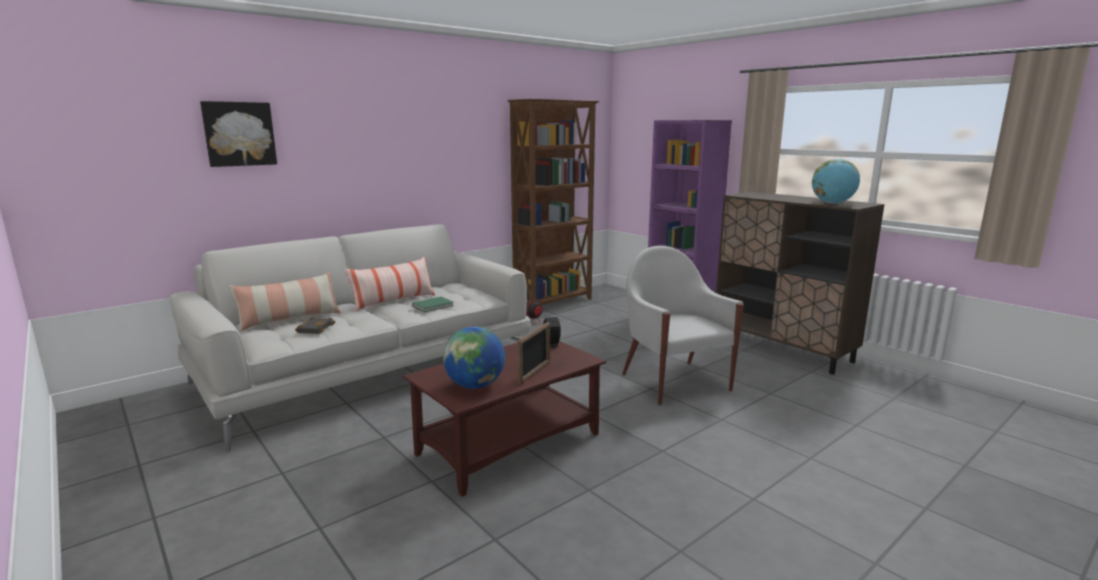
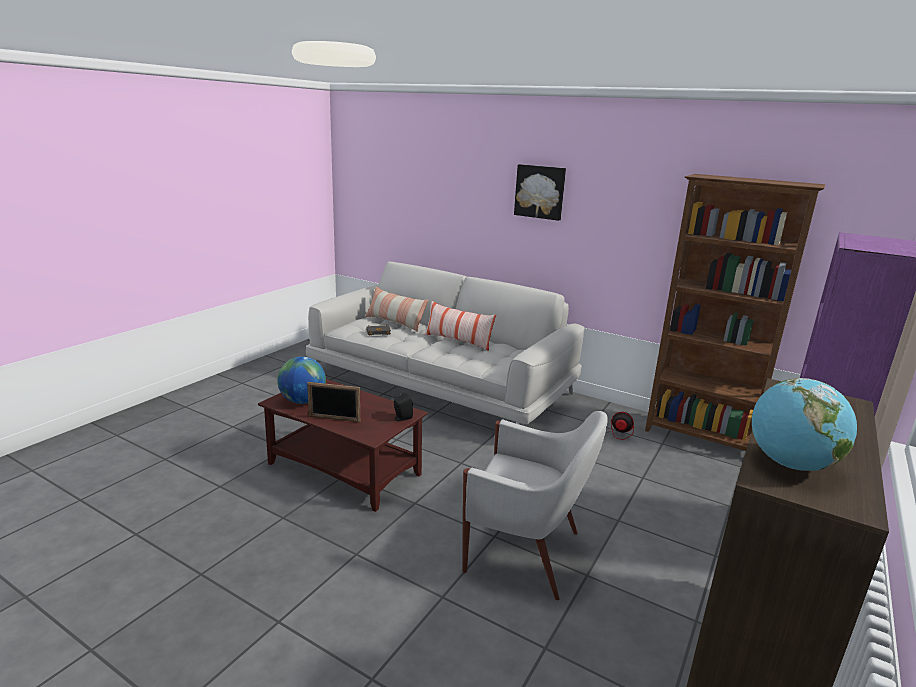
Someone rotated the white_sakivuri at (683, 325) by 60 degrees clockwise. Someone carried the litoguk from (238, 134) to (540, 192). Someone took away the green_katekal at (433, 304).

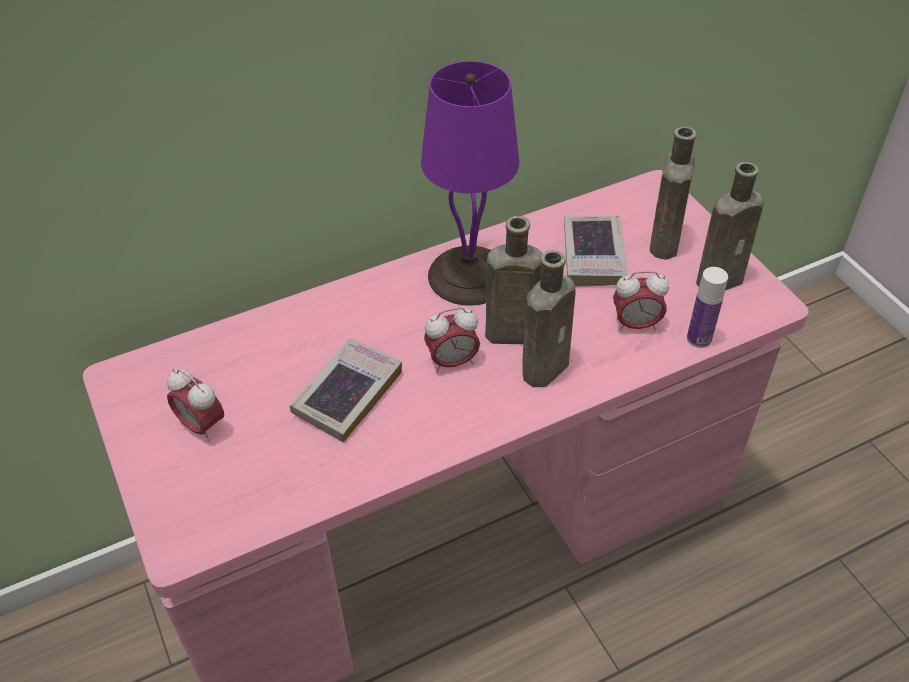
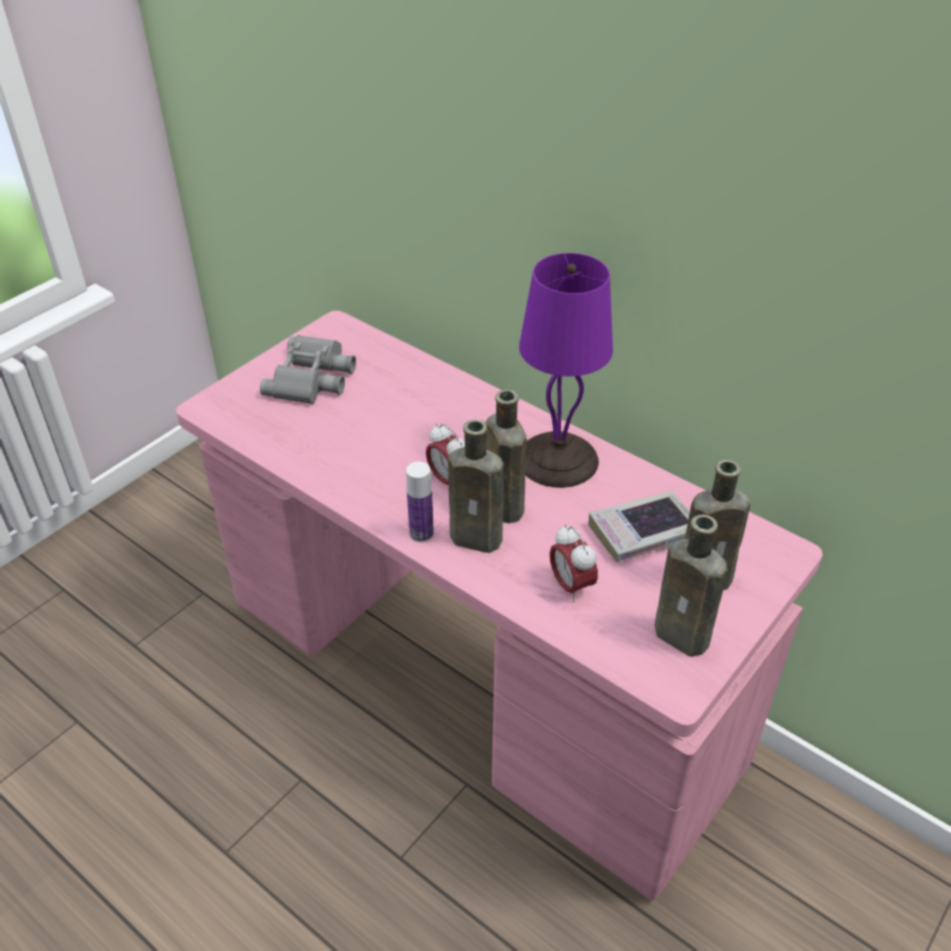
Someone swapped the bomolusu at (195, 405) for the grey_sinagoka at (308, 369). Someone carried the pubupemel from (707, 307) to (420, 502). Someone took away the katekal at (346, 390).

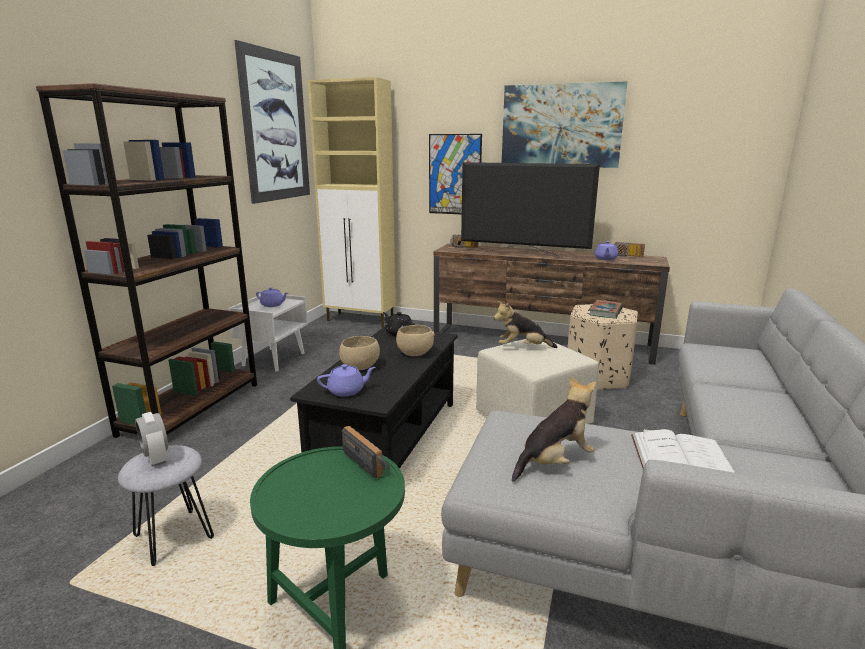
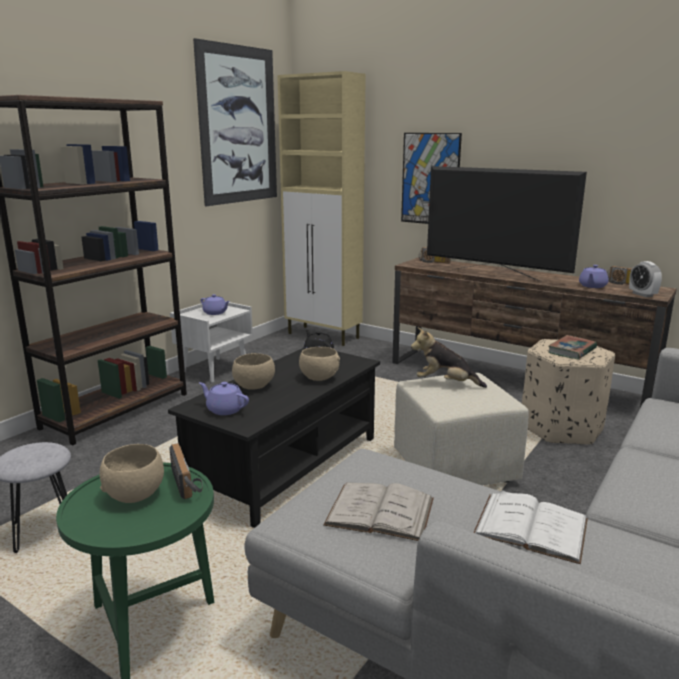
Someone put down the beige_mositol at (132, 473). Someone rotated the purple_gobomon at (346, 380) by 150 degrees counterclockwise. Someone swapped the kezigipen at (554, 429) for the white_katekal at (378, 512). Someone carried the bomolusu from (151, 439) to (645, 279). Someone took away the litoguk at (564, 124).

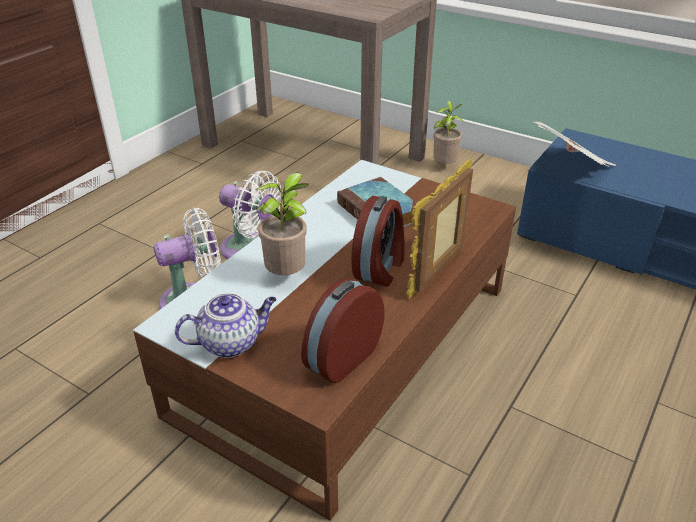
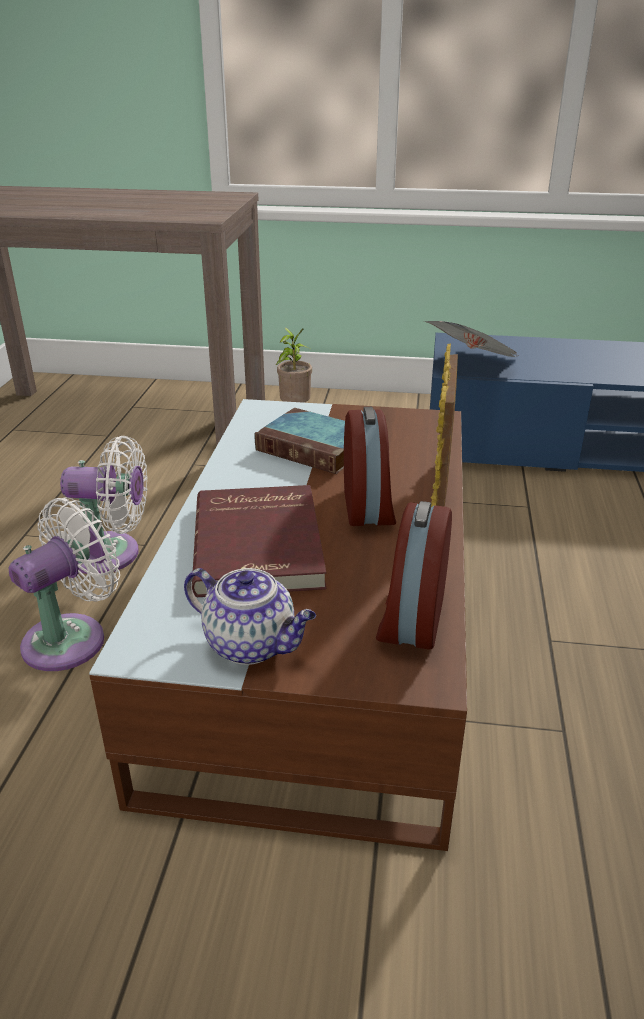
Someone rotated the gobomon at (226, 325) by 75 degrees clockwise. Someone swapped the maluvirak at (282, 223) for the red_katekal at (259, 541).

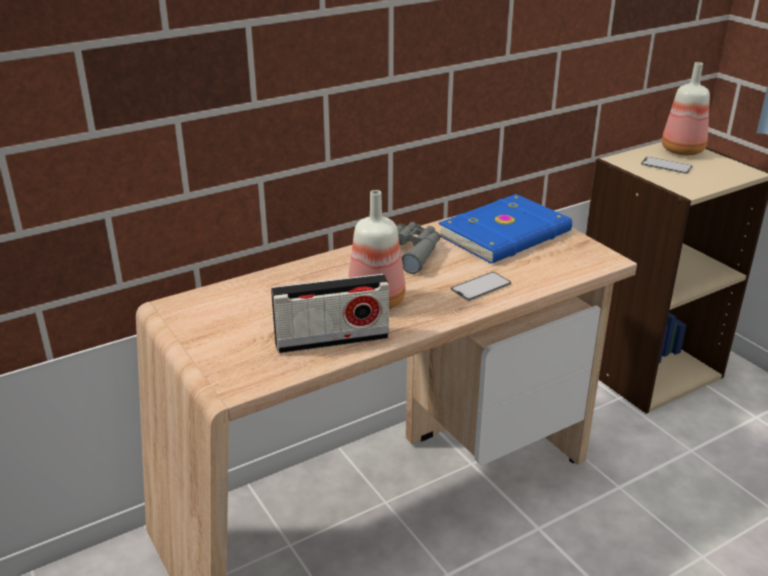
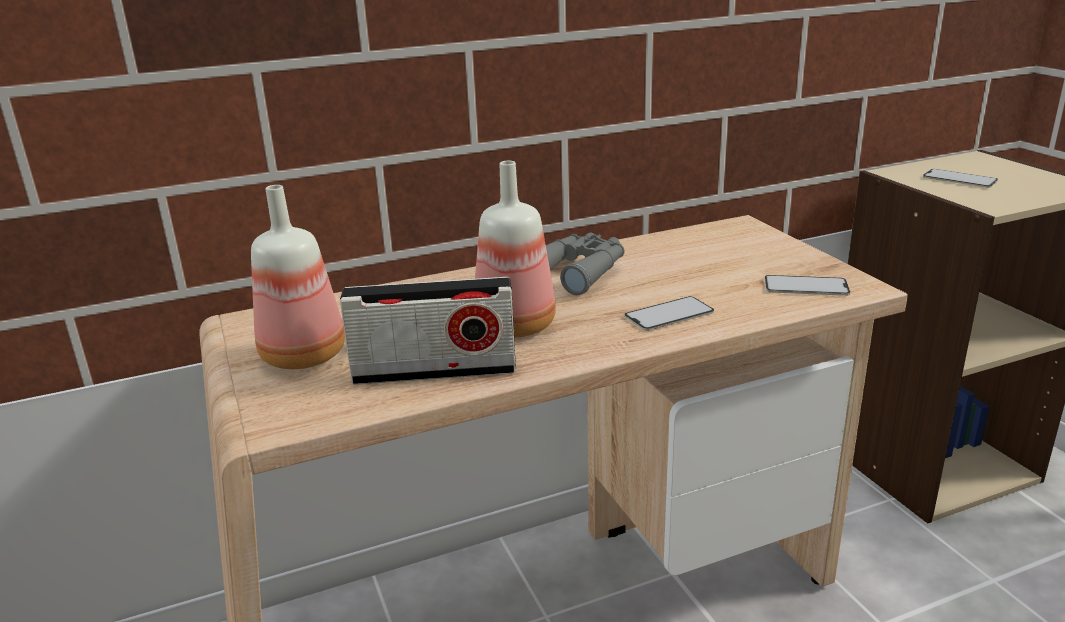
Someone carried the pubupemel from (686, 108) to (298, 277). Someone put down the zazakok at (807, 285). Someone took away the blue_katekal at (505, 229).

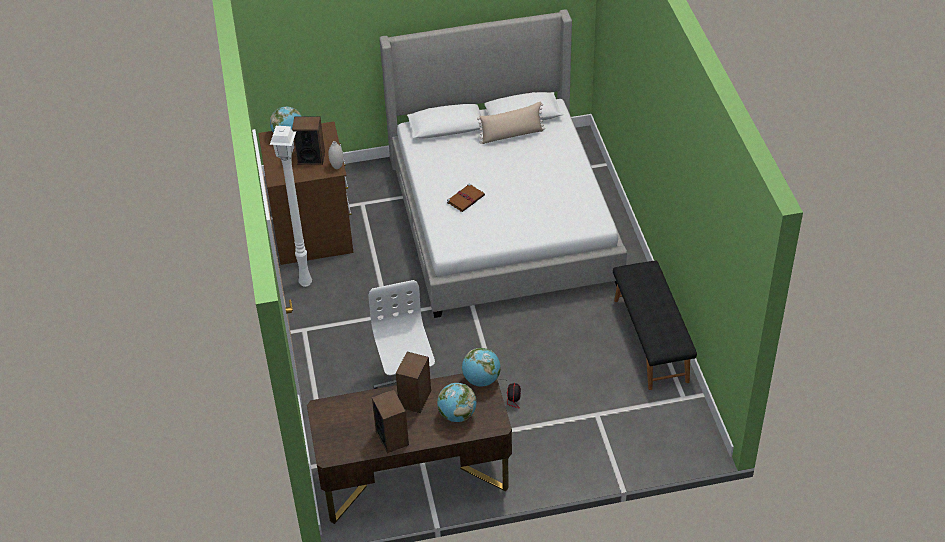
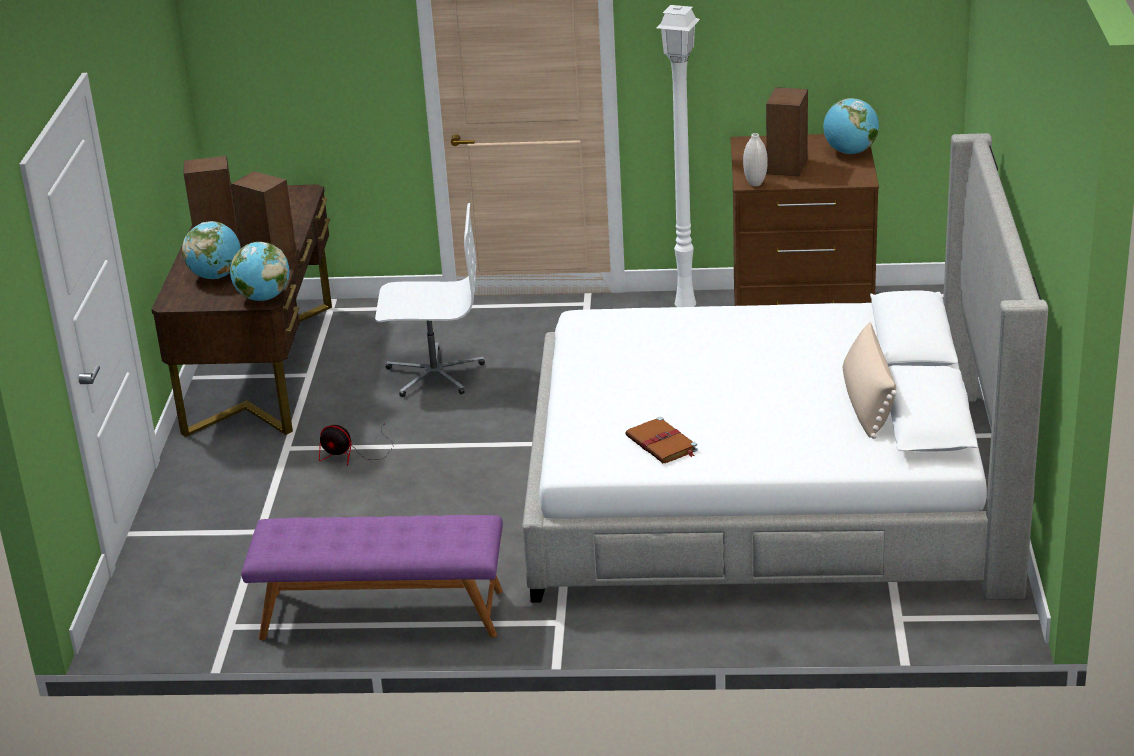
Someone repainted the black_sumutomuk at (655, 325), which became the purple_sumutomuk at (372, 577). Someone carried the brown_katekal from (466, 198) to (661, 440).

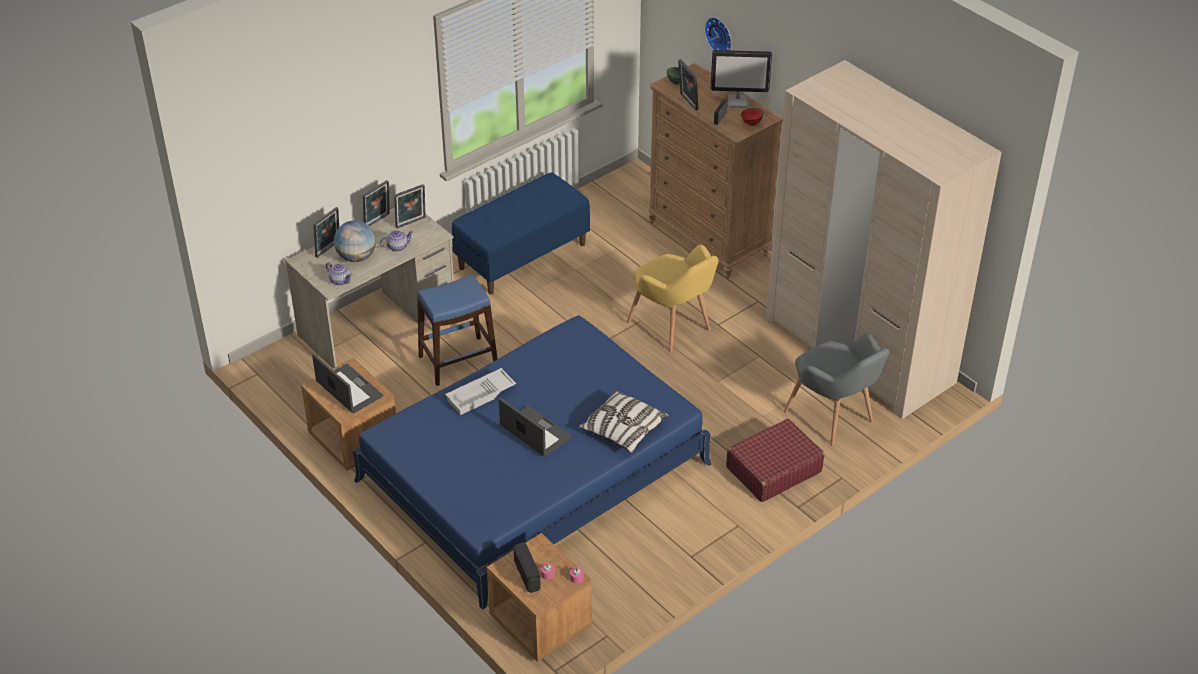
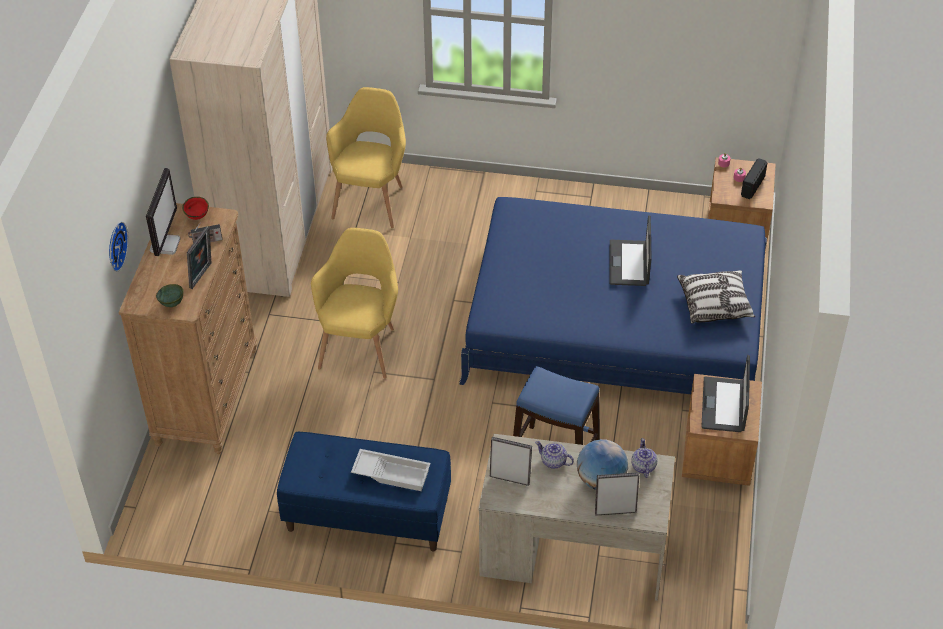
Someone rotated the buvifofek at (741, 79) by 45 degrees clockwise. Someone repainted the grey_sakivuri at (837, 389), which became the yellow_sakivuri at (366, 157). Someone carried the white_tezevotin from (480, 391) to (391, 470). Someone carried the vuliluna from (624, 422) to (716, 297). Someone took away the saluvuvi at (376, 203). Someone took away the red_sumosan at (775, 460).

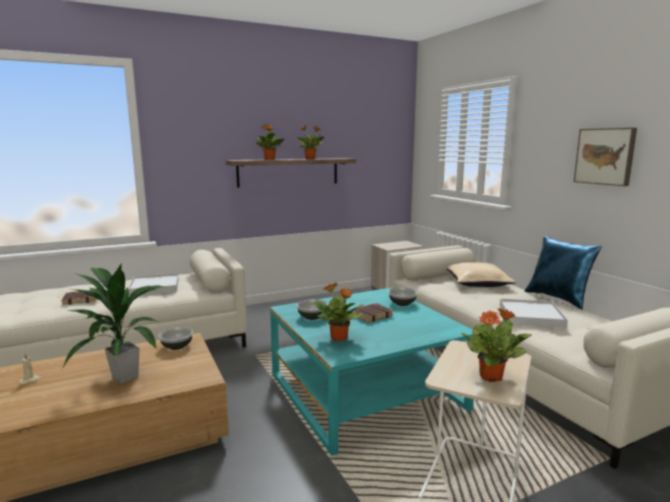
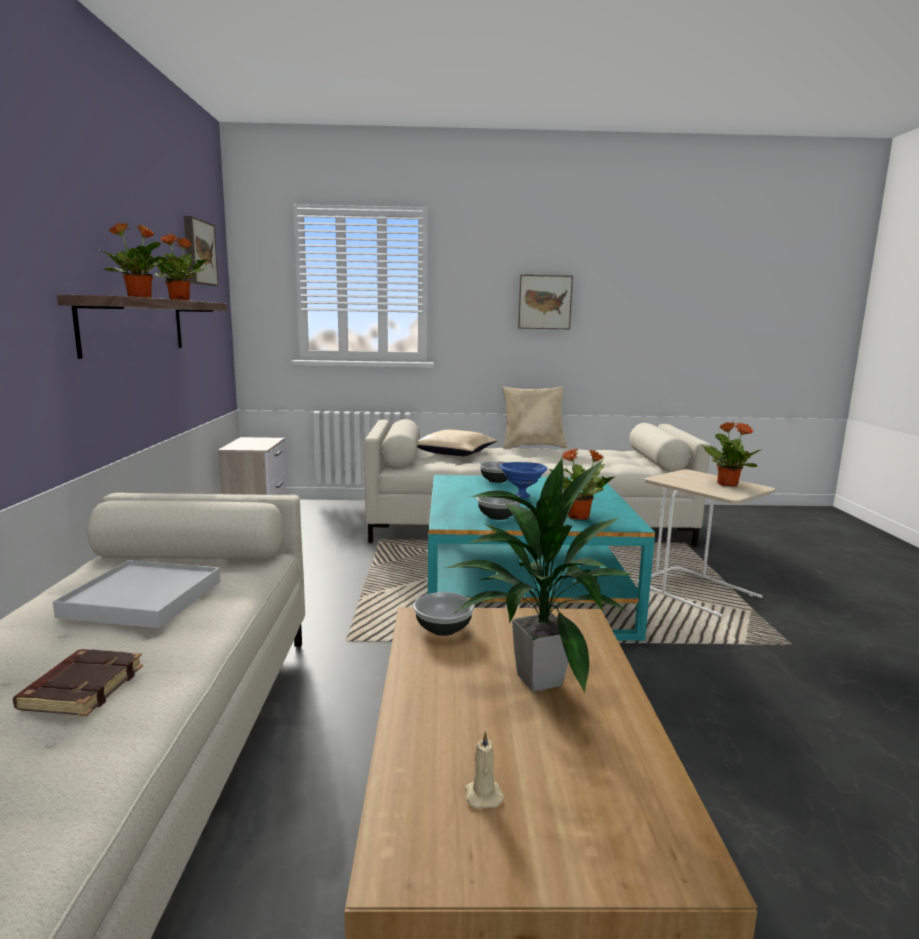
Someone put up the litoguk at (201, 251). Someone swapped the brown_katekal at (372, 313) for the blue_mositol at (523, 480). Someone repainted the blue_vuliluna at (563, 272), which became the beige_vuliluna at (534, 418). Someone took away the white_tezevotin at (534, 313).

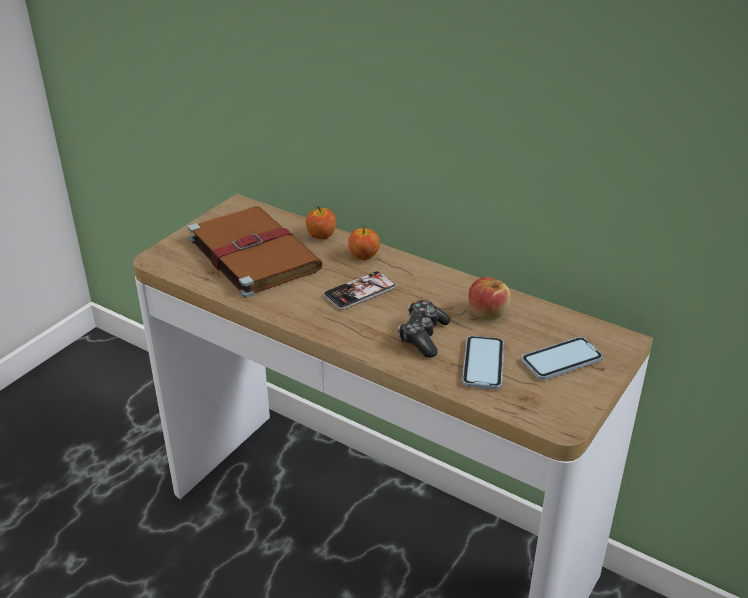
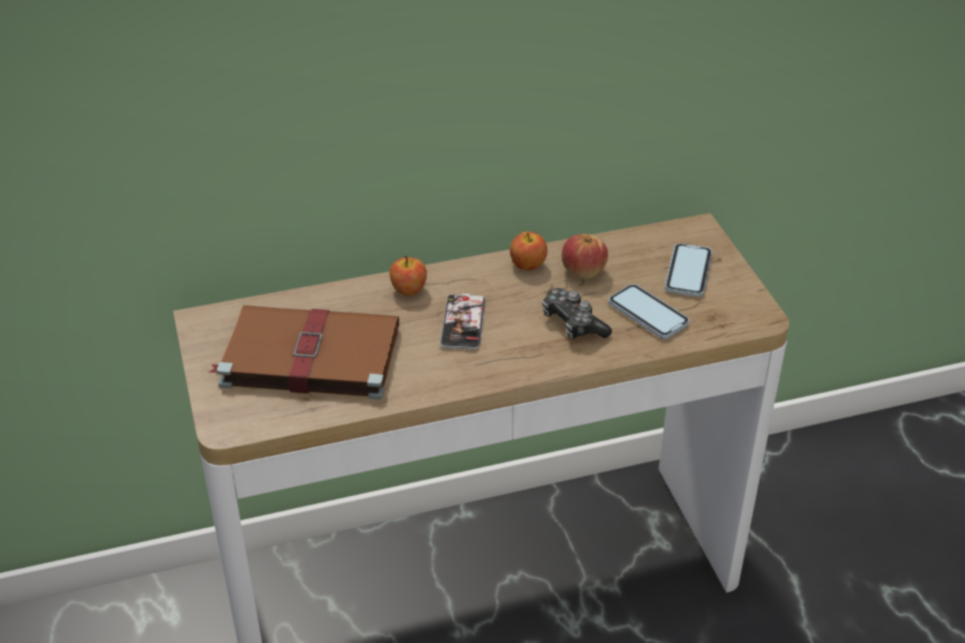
Someone carried the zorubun from (321, 222) to (528, 251).

